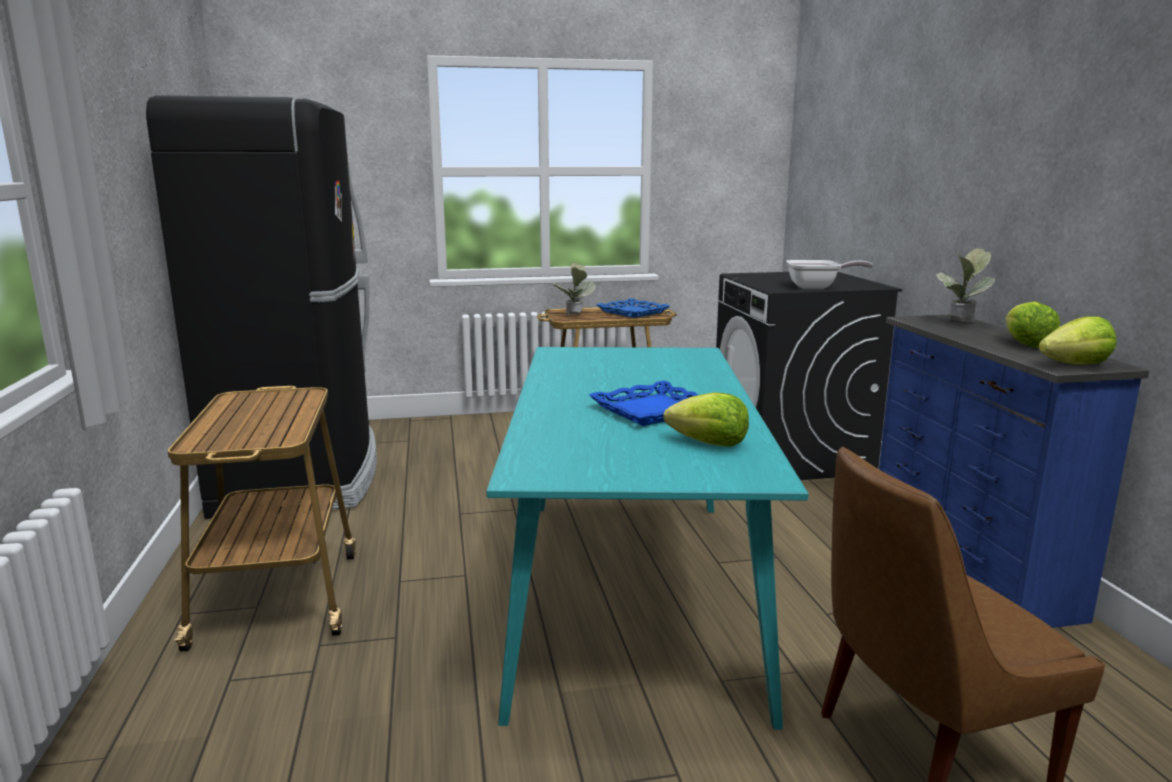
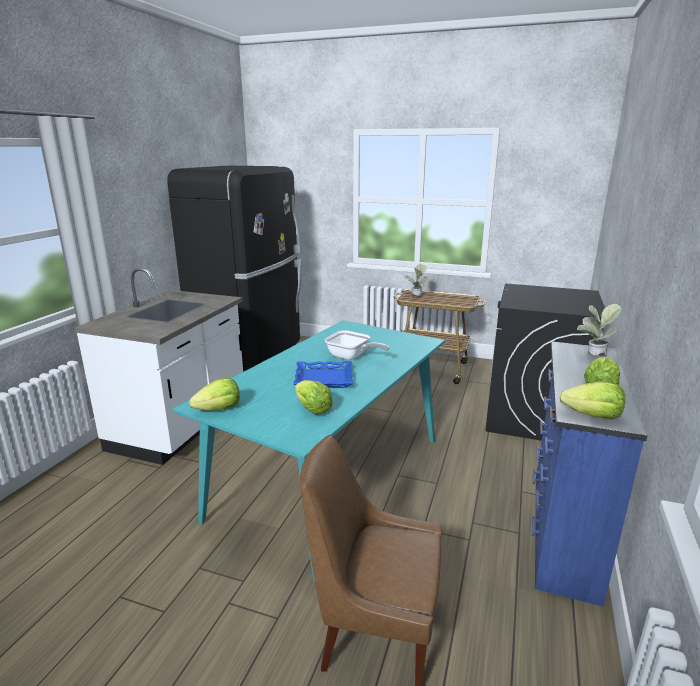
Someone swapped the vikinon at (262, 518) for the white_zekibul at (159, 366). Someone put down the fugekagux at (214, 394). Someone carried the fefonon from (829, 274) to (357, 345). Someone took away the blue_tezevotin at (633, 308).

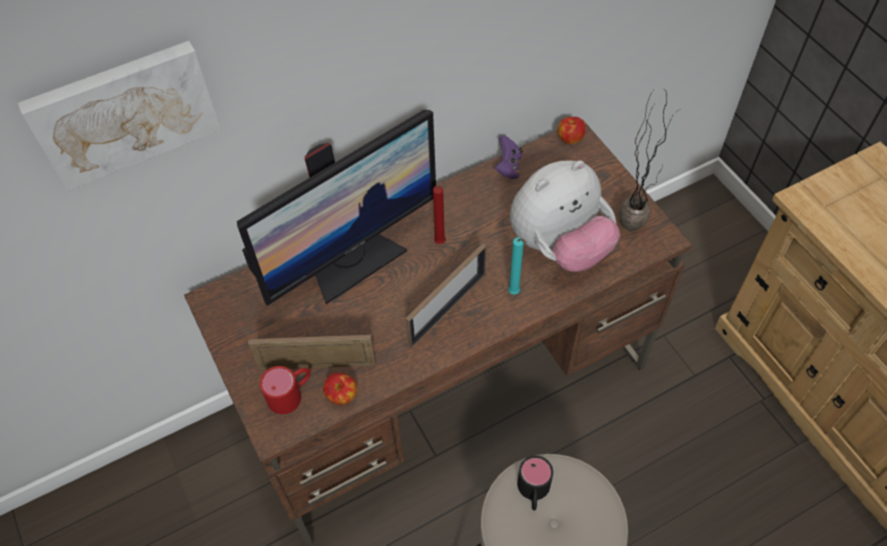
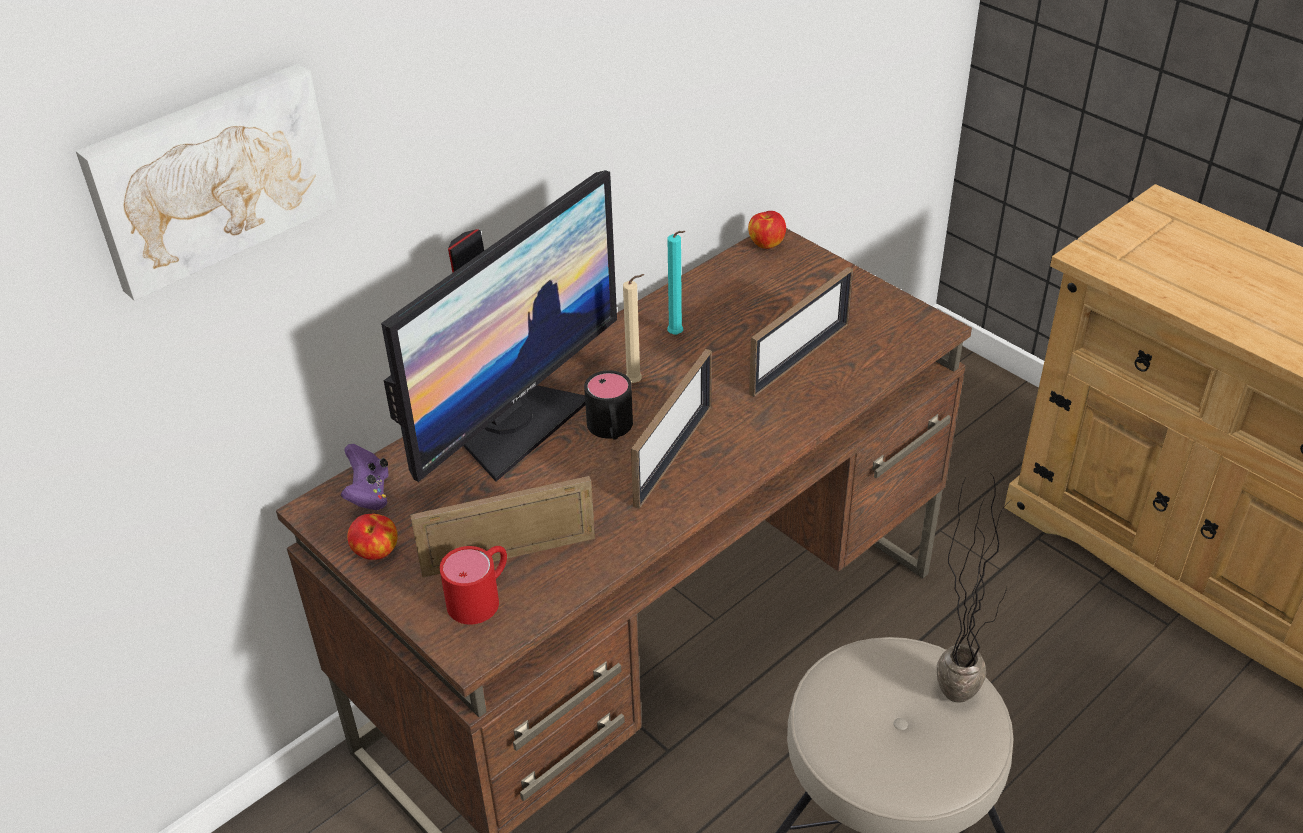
Someone carried the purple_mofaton from (509, 157) to (365, 477). Someone carried the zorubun from (340, 389) to (372, 537). Someone carried the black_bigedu from (535, 482) to (608, 405). Someone repainted the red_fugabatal at (440, 214), which became the beige_fugabatal at (634, 328). Someone carried the turquoise_fugabatal from (517, 266) to (676, 283). Someone swapped the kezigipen at (565, 216) for the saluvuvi at (801, 332). Someone carried the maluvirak from (647, 159) to (974, 587).

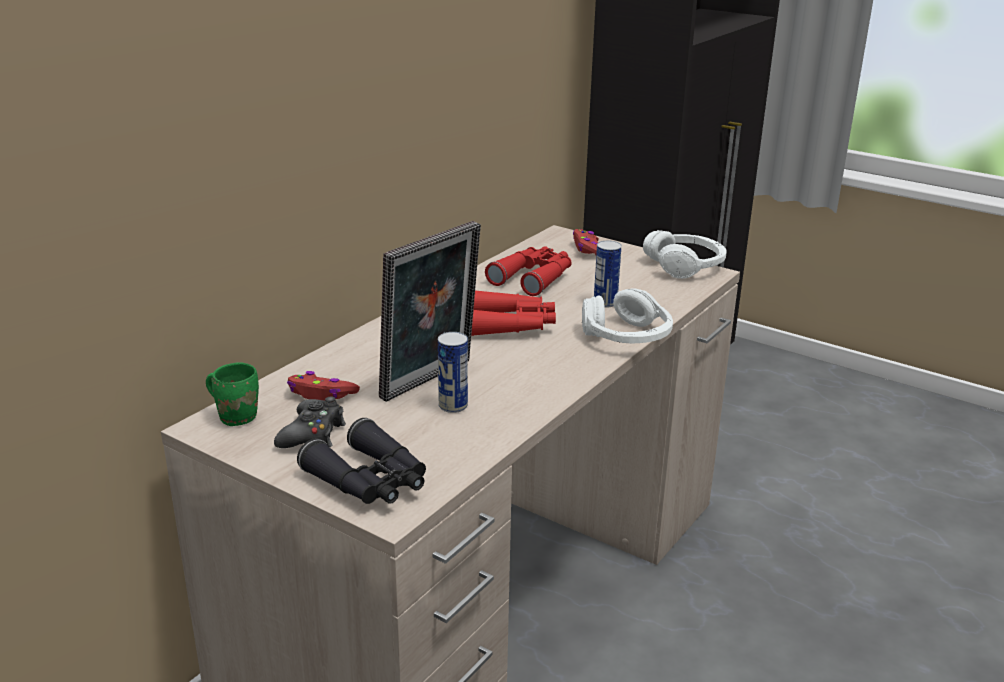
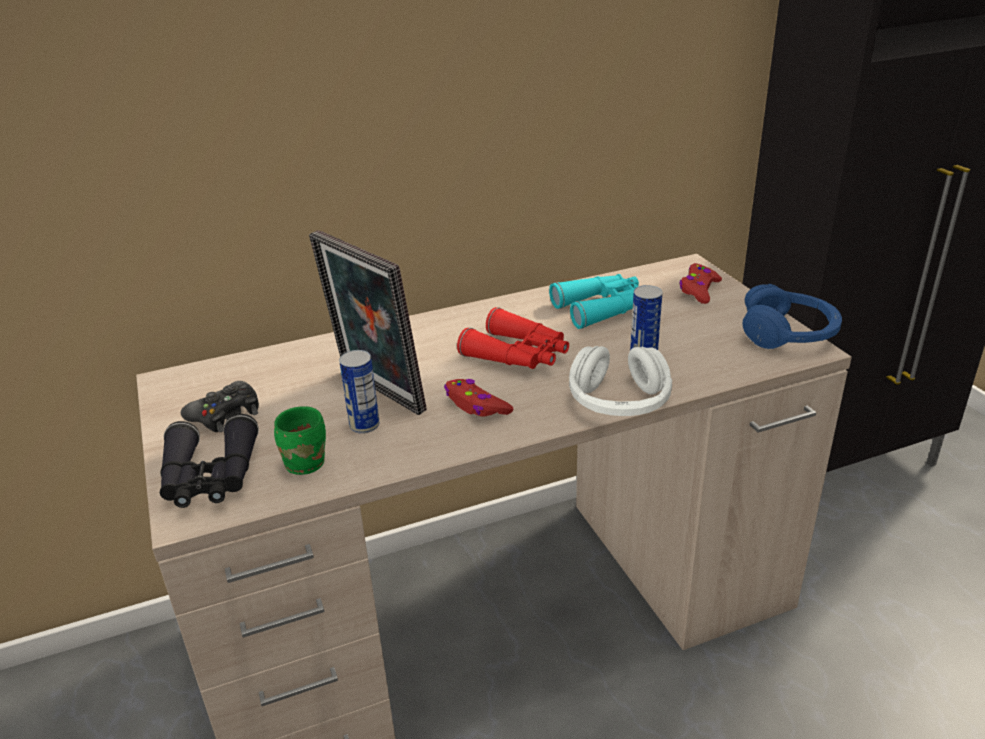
Someone carried the green_bigedu from (232, 394) to (300, 441). Someone rotated the saluvuvi at (430, 311) by 60 degrees clockwise. Someone carried the red_mofaton from (323, 386) to (478, 397). Someone repainted the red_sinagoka at (528, 271), which became the turquoise_sinagoka at (594, 301). Someone repainted the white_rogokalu at (685, 254), which became the blue_rogokalu at (792, 316).

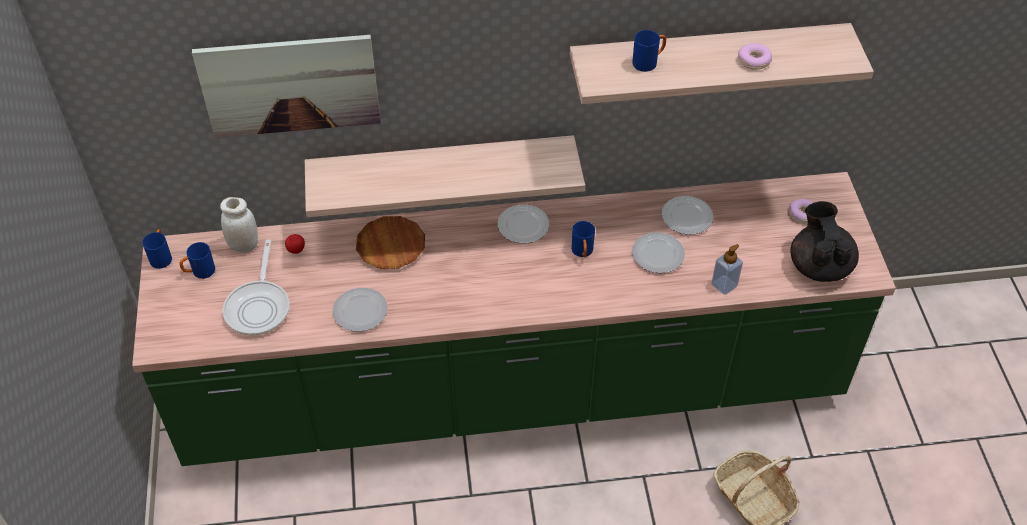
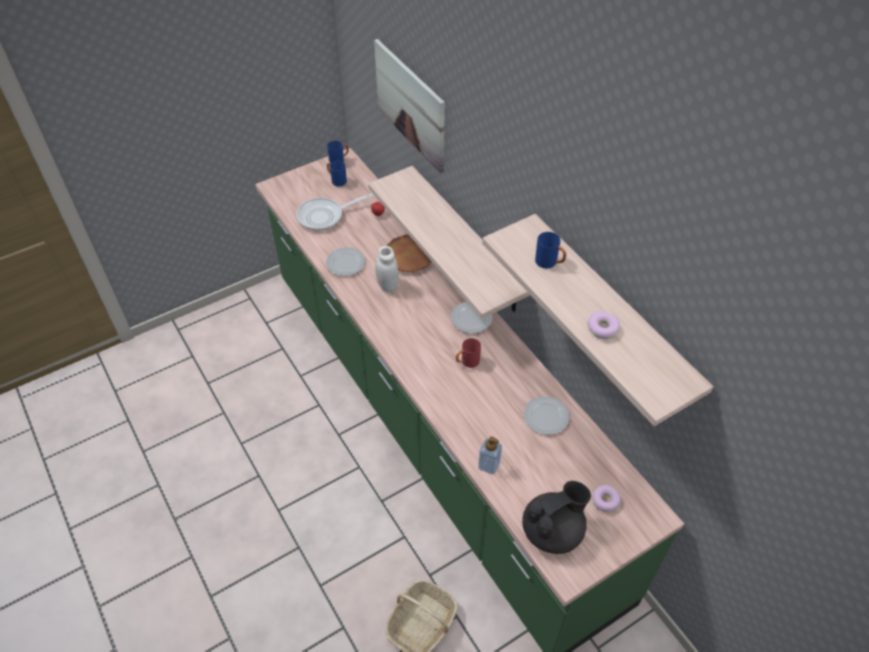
Someone carried the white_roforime from (239, 225) to (387, 269). Someone repainted the blue_bigedu at (583, 239), which became the red_bigedu at (468, 353). Someone took away the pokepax at (658, 252).

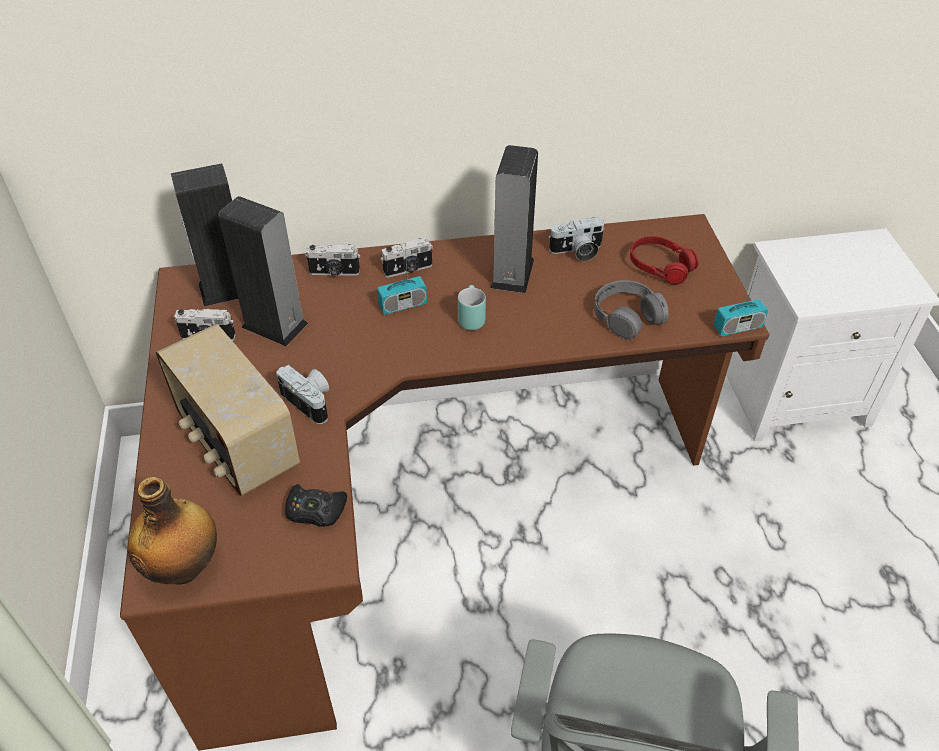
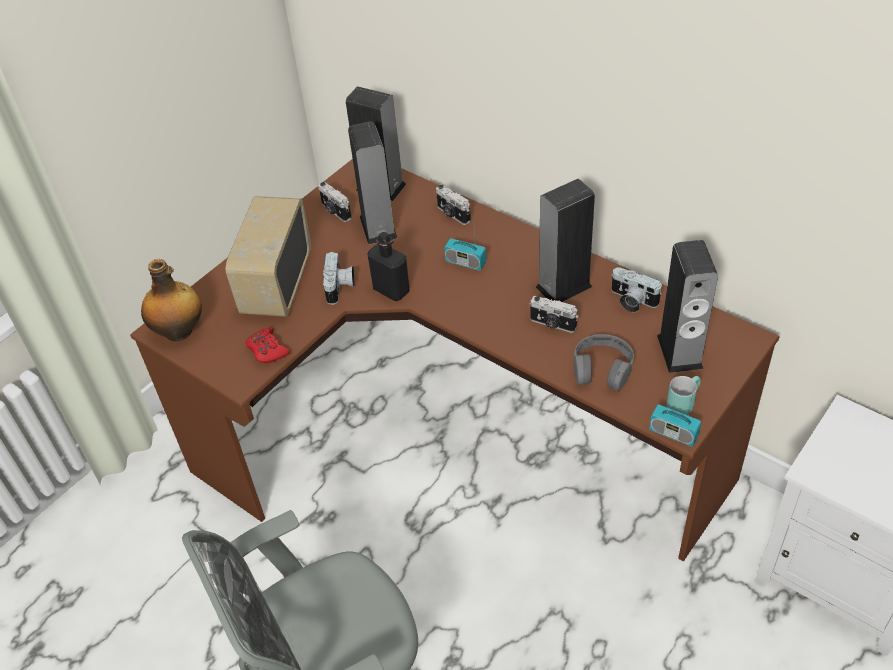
Someone repainted the black_mofaton at (316, 505), which became the red_mofaton at (267, 345). Someone put down the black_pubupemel at (389, 266). Someone carried the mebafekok from (407, 257) to (554, 314). Someone swapped the red_rogokalu at (664, 260) for the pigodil at (687, 306). Someone carried the turquoise_bigedu from (472, 307) to (684, 395).

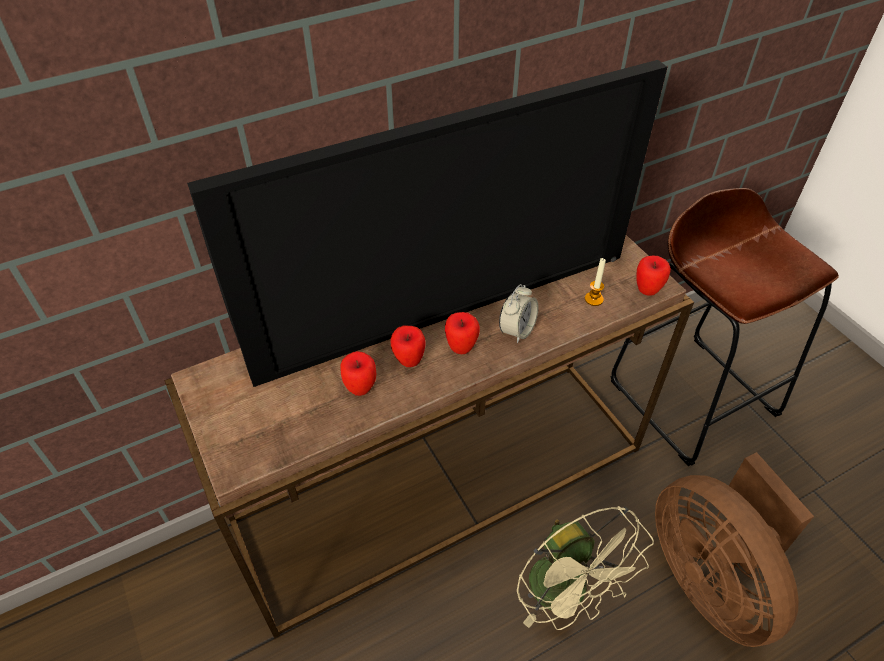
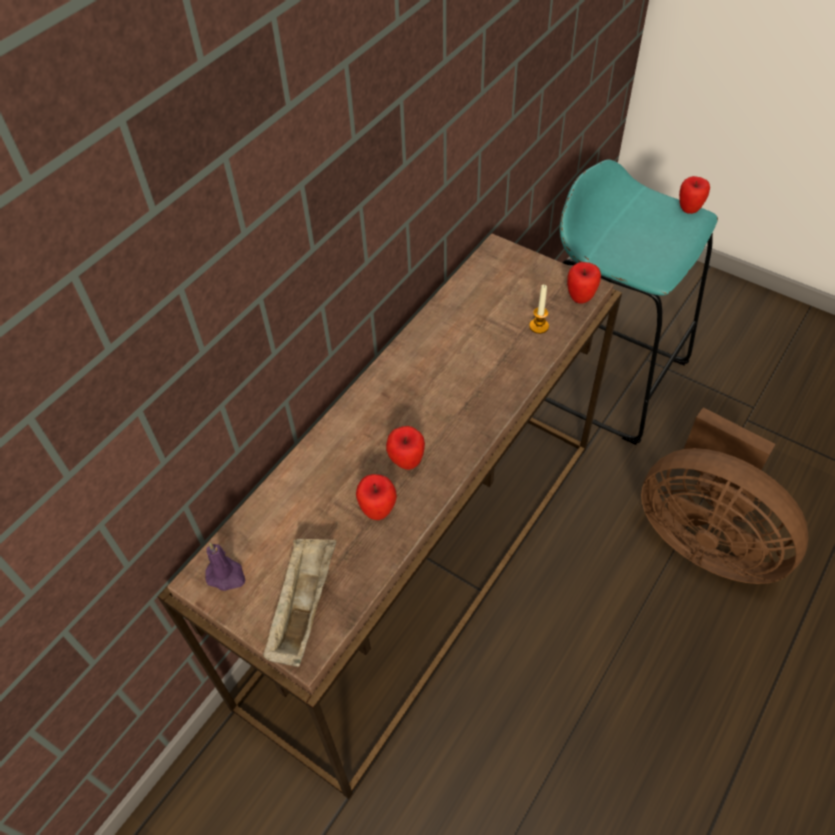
Someone put down the purple_fugabatal at (225, 567). Someone put down the beige_tezevotin at (299, 603). Someone repainted the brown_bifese at (724, 327), which became the turquoise_bifese at (631, 302). Someone carried the zorubun from (462, 333) to (694, 195). Someone took away the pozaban at (427, 223). Someone took away the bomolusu at (519, 313). Someone took away the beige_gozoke at (585, 568).

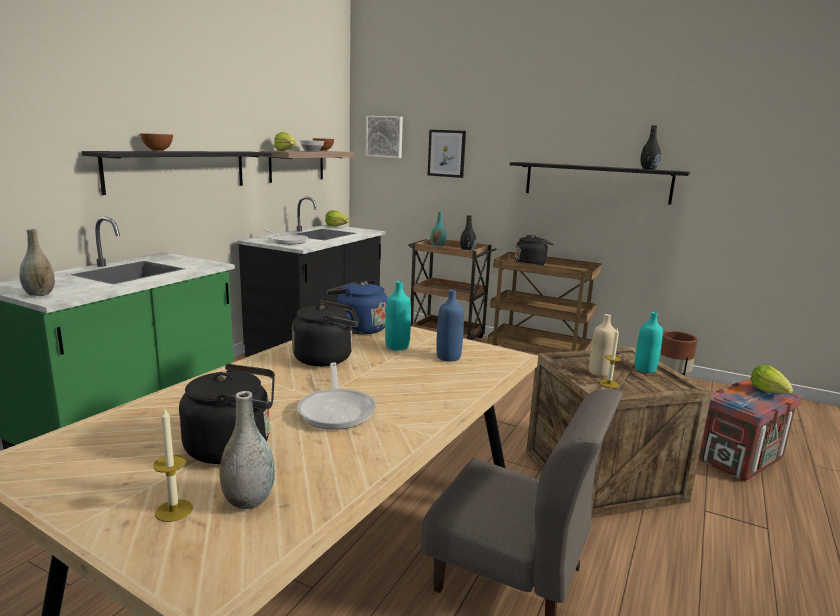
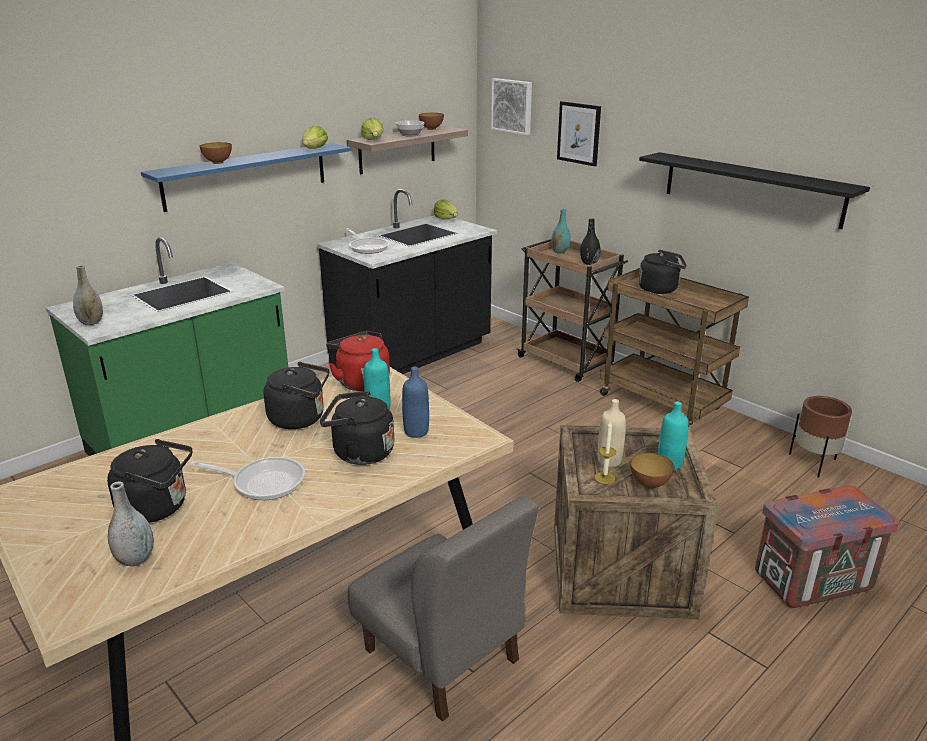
Someone repainted the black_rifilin at (176, 173), which became the blue_rifilin at (246, 177). Someone rotated the fefonon at (336, 396) by 90 degrees counterclockwise. Someone carried the fugekagux from (771, 379) to (315, 137). Someone put down the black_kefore at (357, 428). Someone repainted the blue_kefore at (357, 307), which became the red_kefore at (358, 361). Someone put down the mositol at (652, 471). Someone took away the fugabatal at (173, 464). Someone took away the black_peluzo at (651, 147).

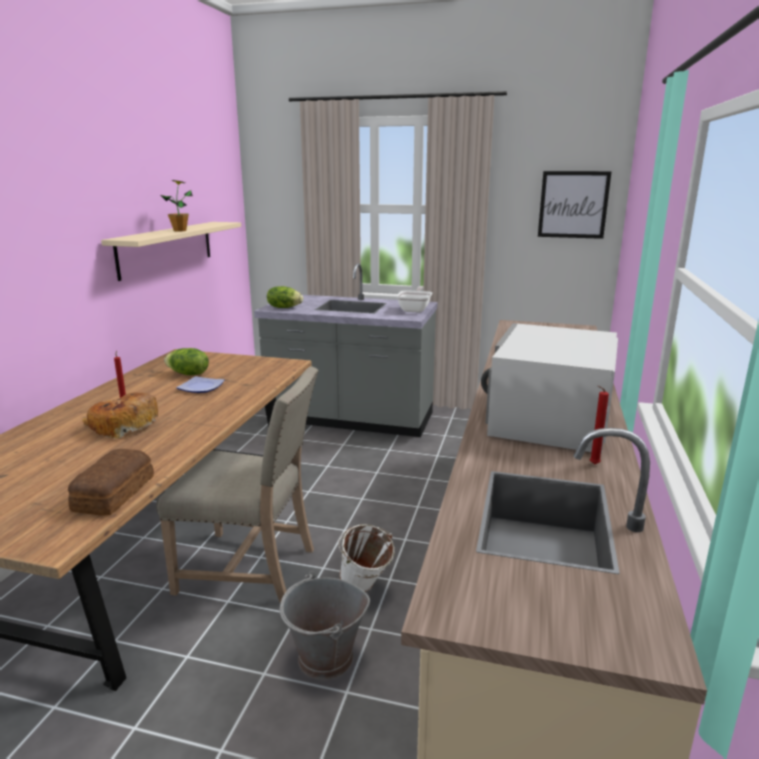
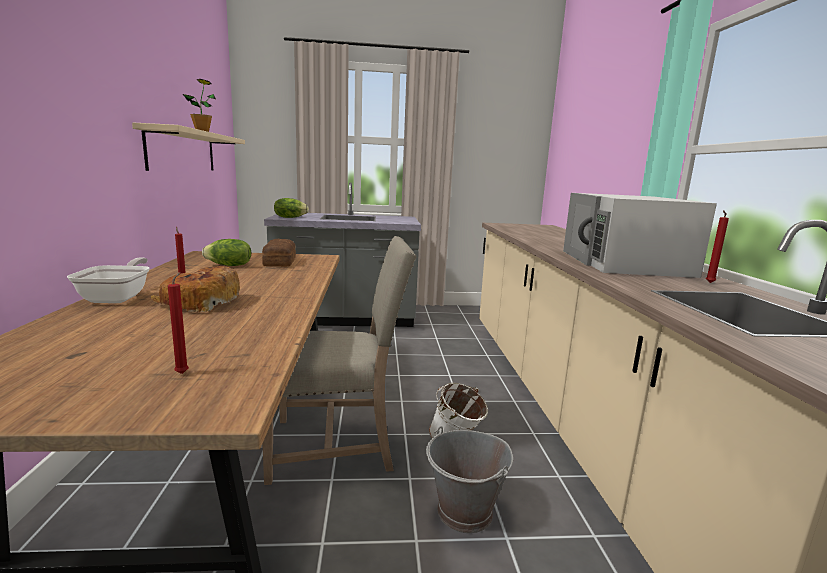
Someone carried the fefonon from (414, 299) to (108, 280). Someone put down the red_fugabatal at (178, 323). Someone carried the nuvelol from (111, 482) to (279, 253). Someone took away the pokepax at (200, 384). Someone took away the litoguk at (575, 205).

